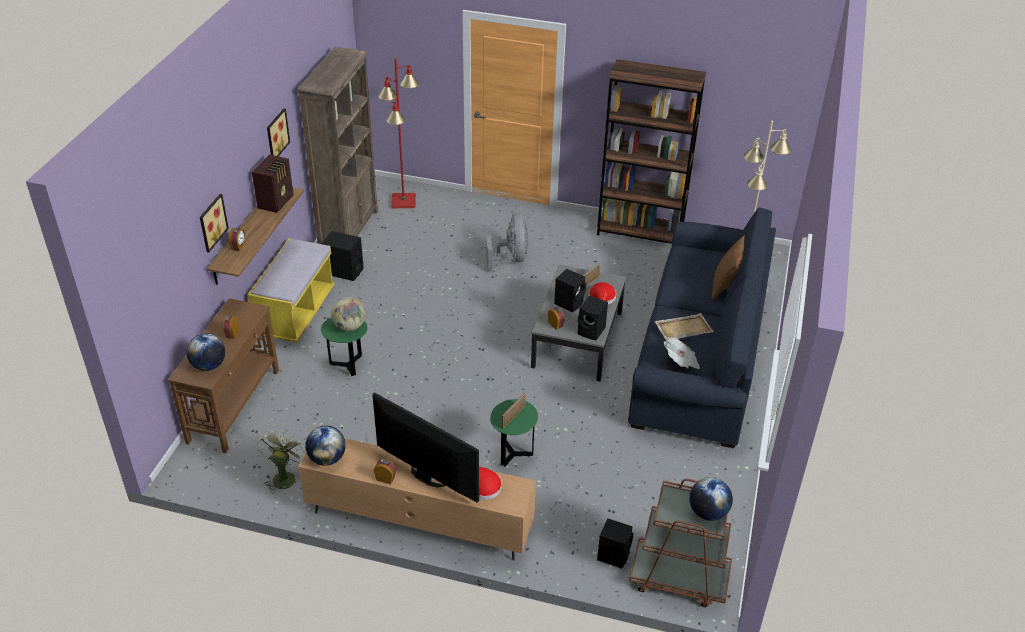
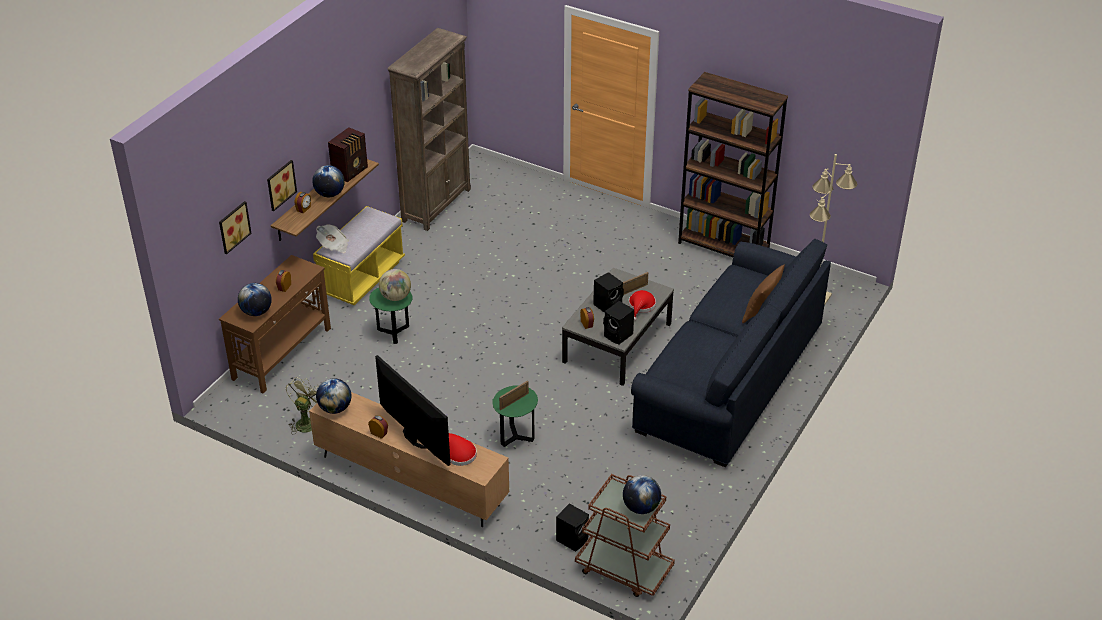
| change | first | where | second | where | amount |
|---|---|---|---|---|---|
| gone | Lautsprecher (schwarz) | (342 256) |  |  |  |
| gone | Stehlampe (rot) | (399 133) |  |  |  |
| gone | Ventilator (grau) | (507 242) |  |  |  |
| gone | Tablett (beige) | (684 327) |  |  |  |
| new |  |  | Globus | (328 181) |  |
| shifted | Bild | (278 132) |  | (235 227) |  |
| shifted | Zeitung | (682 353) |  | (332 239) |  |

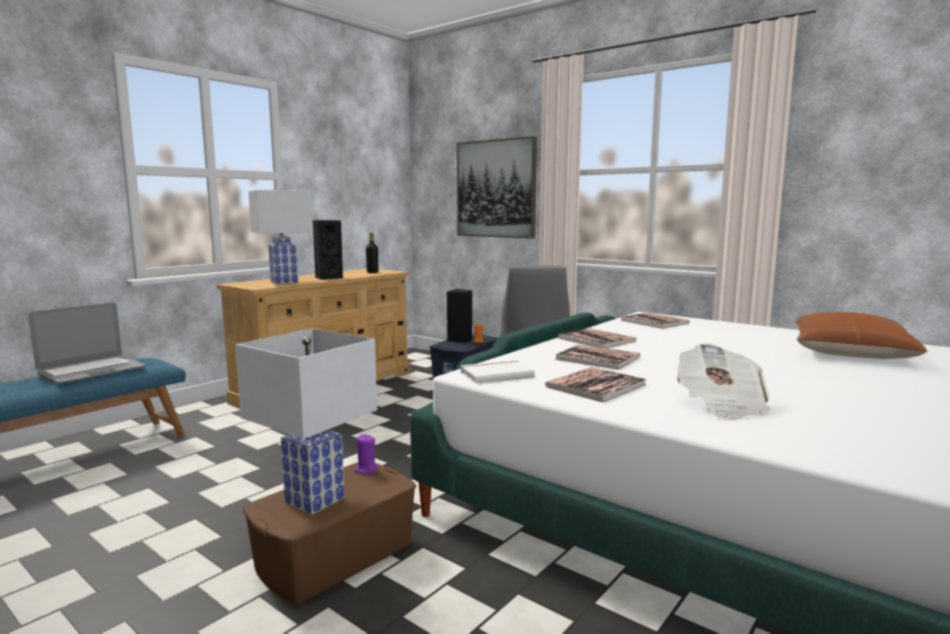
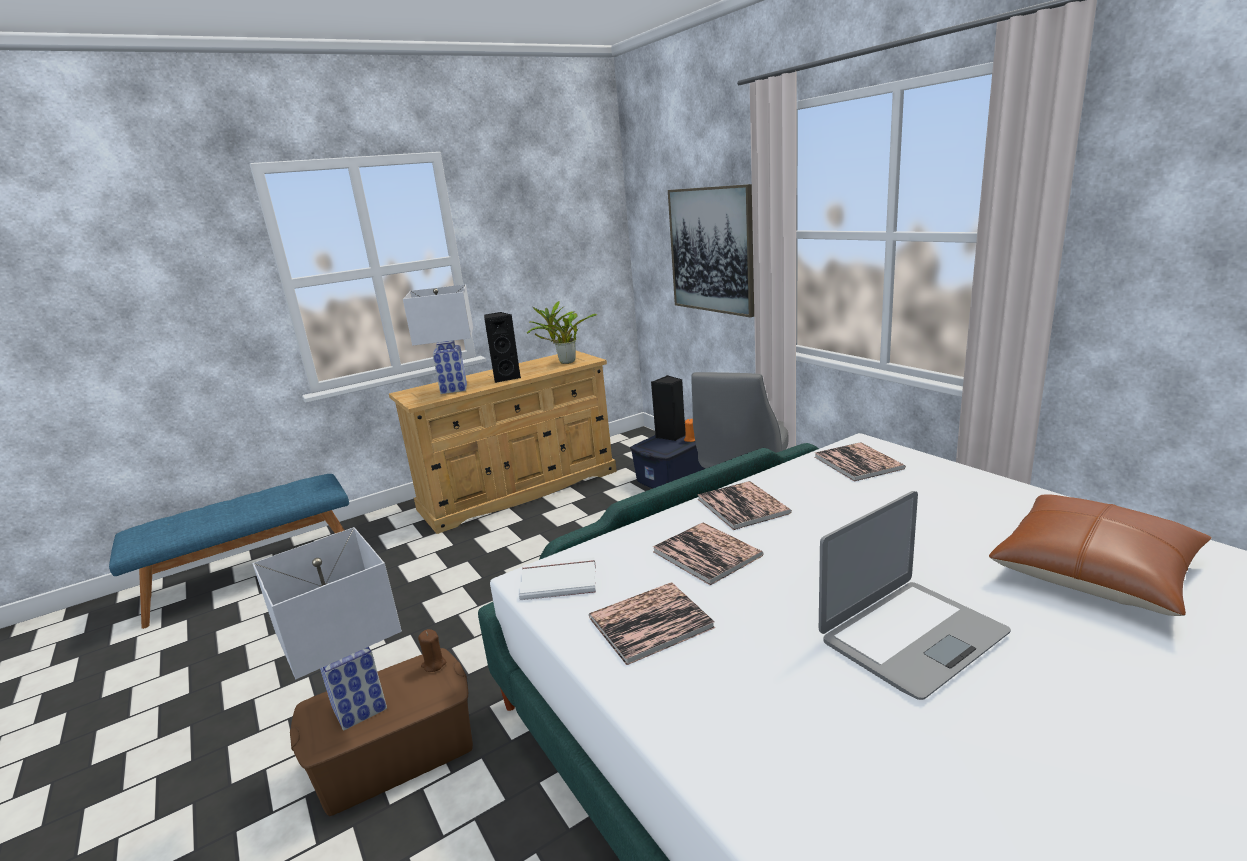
| change | first | where | second | where | amount |
|---|---|---|---|---|---|
| gone | Zeitung | (724 382) |  |  |  |
| shifted | Laptop | (87 343) |  | (915 595) |  |
| swapped | Flasche (schwarz) | (372 253) | Topfpflanze | (562 332) |  |
| repainted | Kerze (lila) | (366 454) | Kerze (braun) | (432 650) |  |

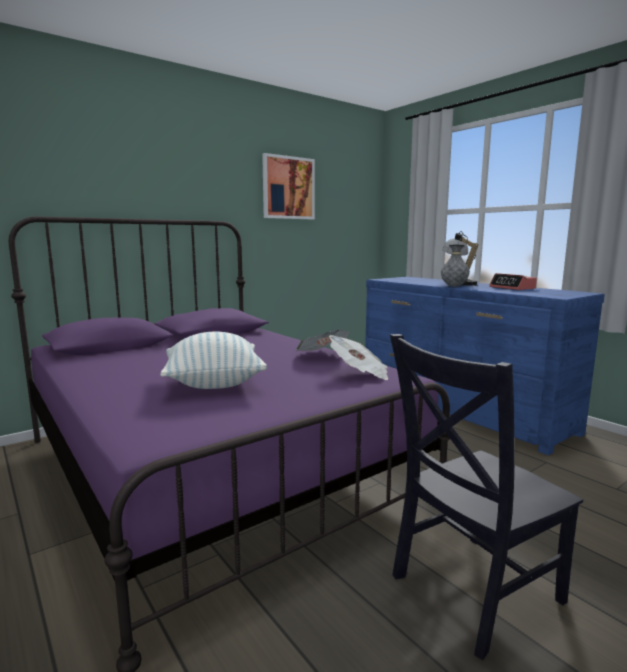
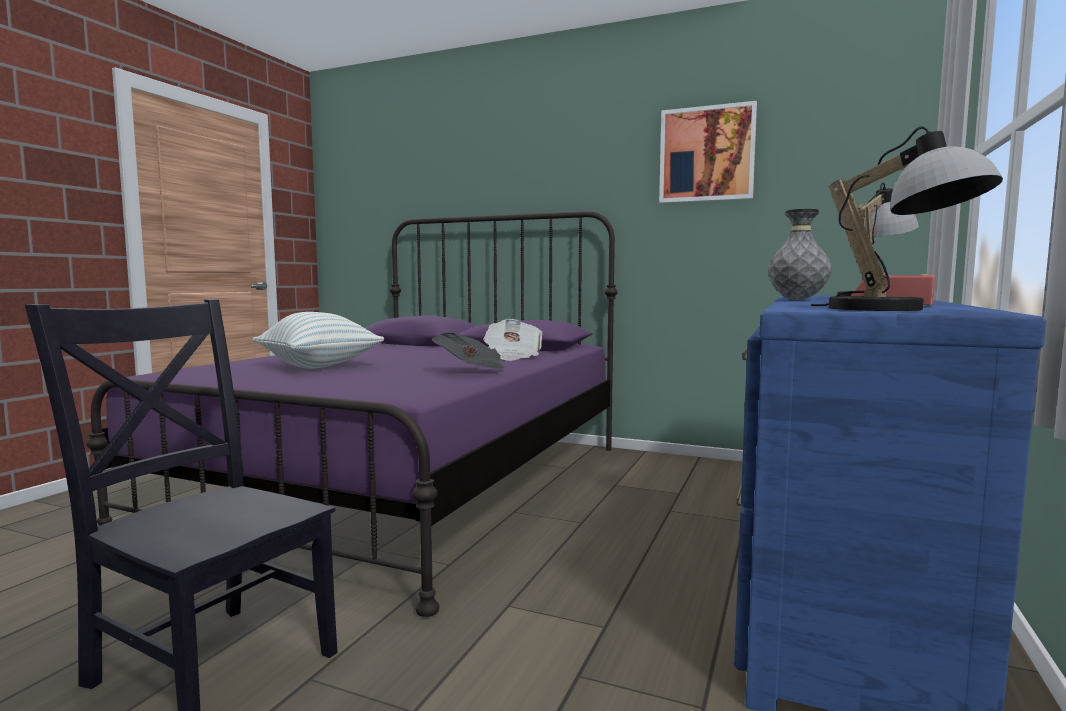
| change | first | where | second | where | amount |
|---|---|---|---|---|---|
| new |  |  | Tischlampe | (907 219) |  |
| shifted | Zeitung | (358 357) |  | (513 340) |  |

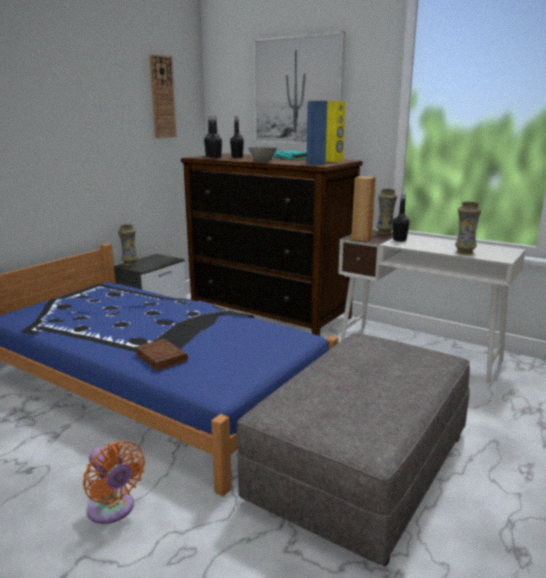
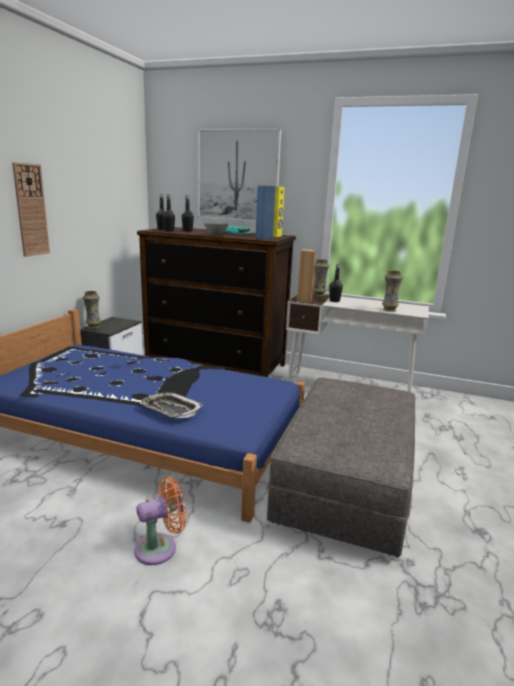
| change | first | where | second | where | amount |
|---|---|---|---|---|---|
| shifted | Wanduhr | (163 96) |  | (31 209) |  |
| swapped | Buch (braun) | (161 355) | Tablett | (171 405) |  |
| rotated | Ventilator (orange) | (114 482) |  | (160 520) | 60 degrees counterclockwise |

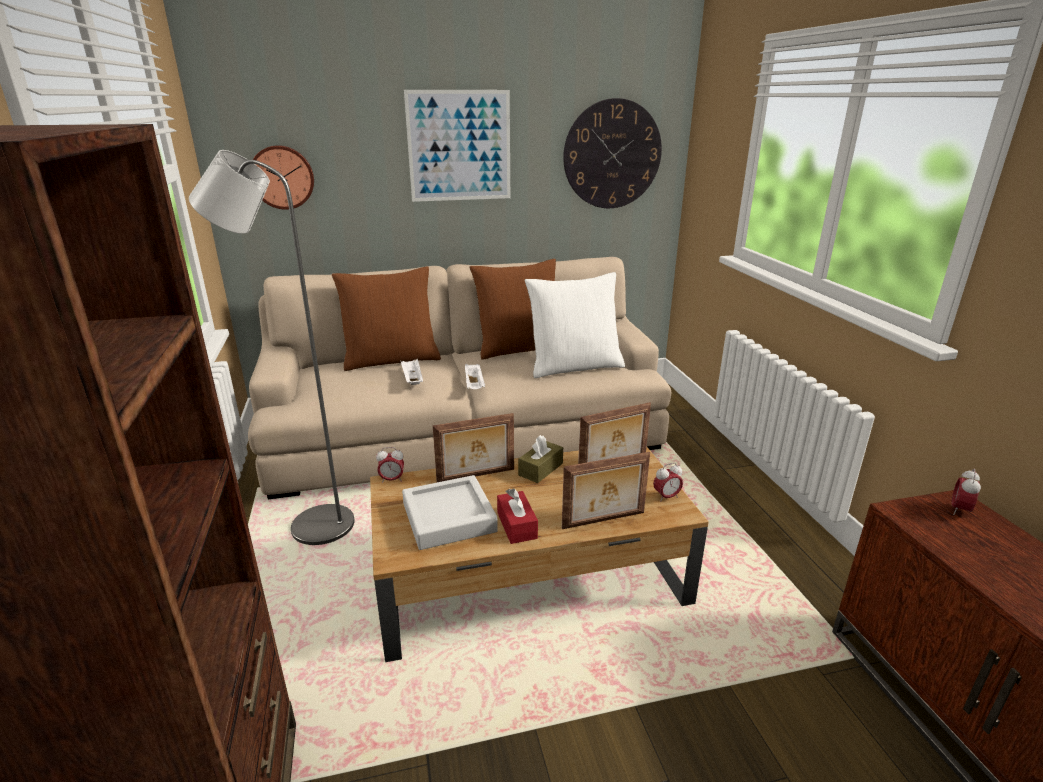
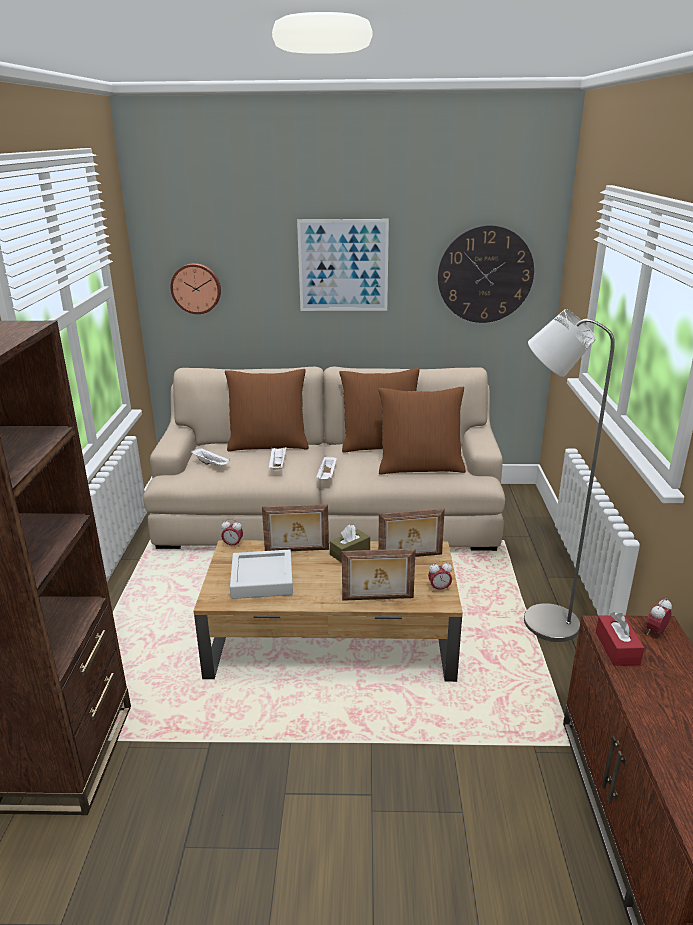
| change | first | where | second | where | amount |
|---|---|---|---|---|---|
| new |  |  | Tablett (weiß) | (210 456) |  |
| shifted | Stehlampe (grau) | (271 347) |  | (569 475) |  |
| shifted | Taschentuchbox (rot) | (517 516) |  | (620 639) |  |
| repainted | Kissen (weiß) | (575 325) | Kissen (braun) | (422 431) |  |

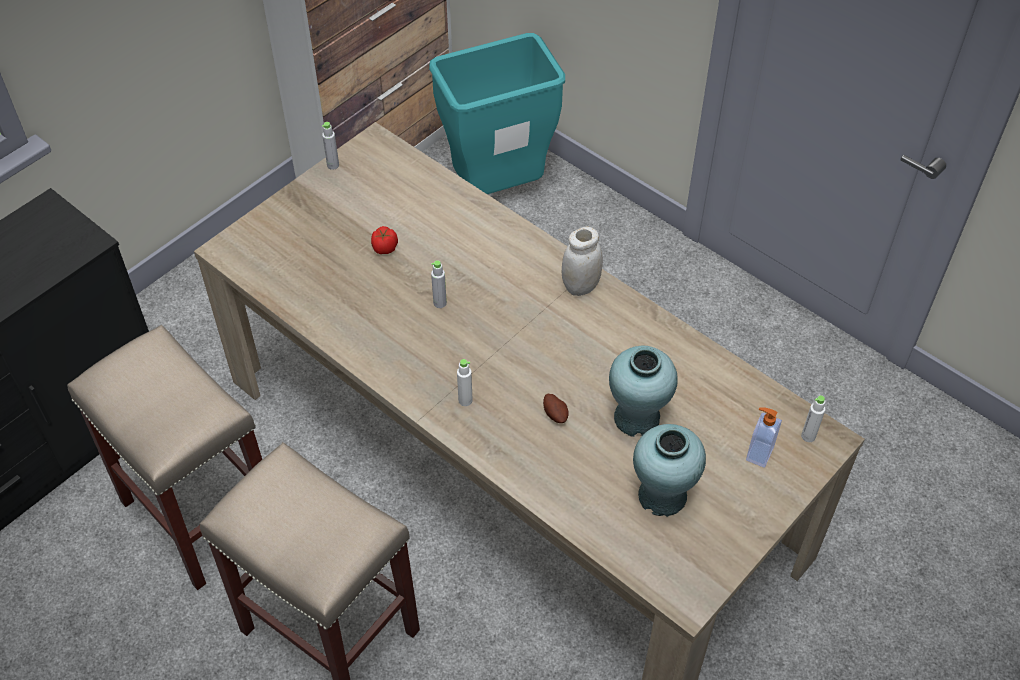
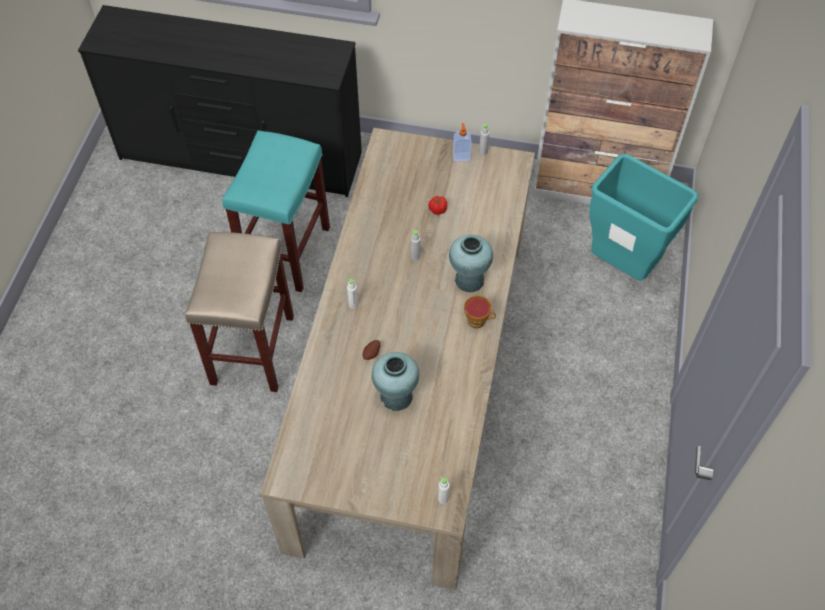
| change | first | where | second | where | amount |
|---|---|---|---|---|---|
| shifted | Vase (türkis) | (669 470) |  | (471 263) |  |
| shifted | Seifenspender | (764 437) |  | (462 142) |  |
| swapped | Vorratsglas (weiß) | (582 261) | Tasse | (480 311) |  |
| repainted | Hocker (beige) | (164 457) | Hocker (türkis) | (276 211) |  |

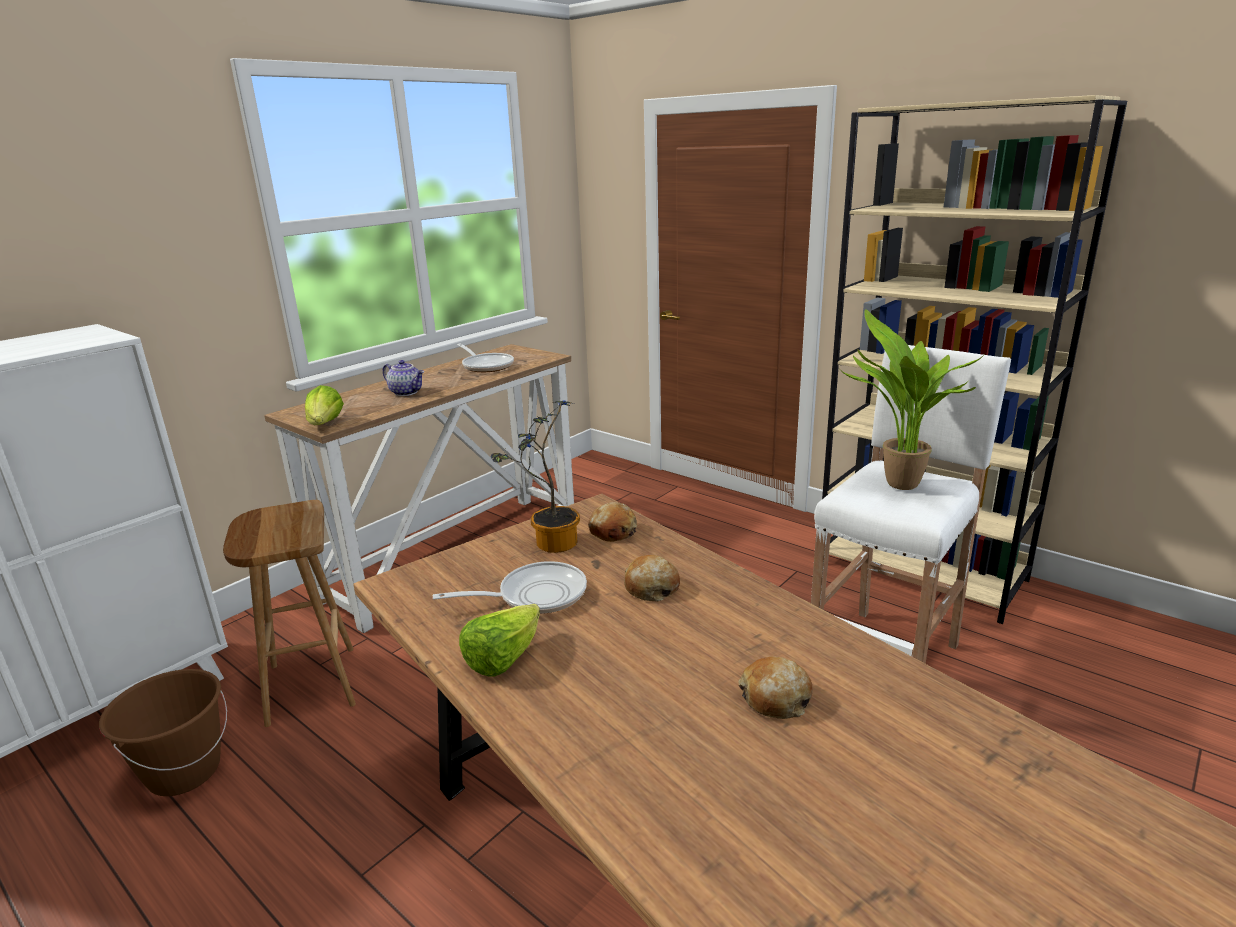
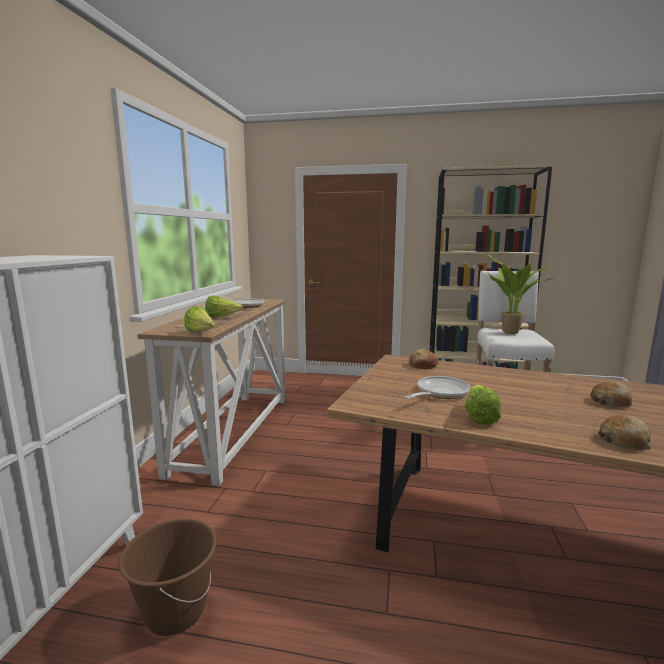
| change | first | where | second | where | amount |
|---|---|---|---|---|---|
| gone | Hocker (braun) | (289 613) |  |  |  |
| gone | Topfpflanze | (535 476) |  |  |  |
| shifted | Brot | (652 578) |  | (625 432) |  |
| swapped | Teekanne | (403 378) | Salatkopf | (224 307) |  |

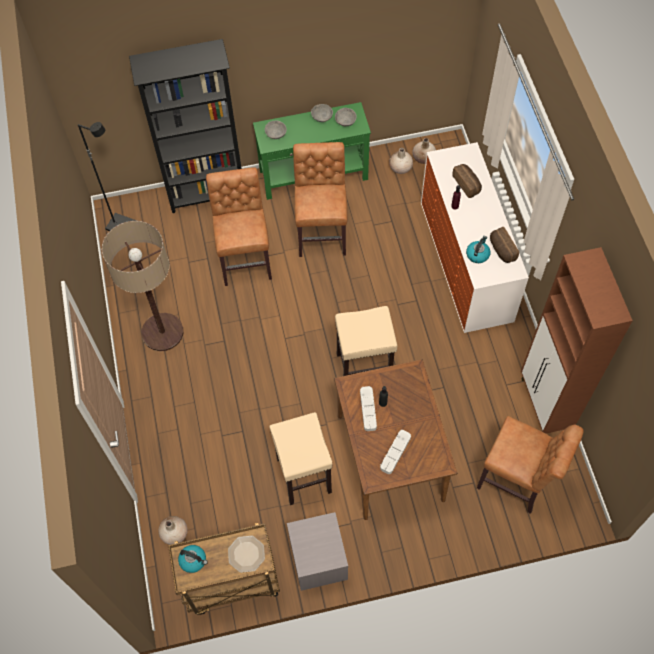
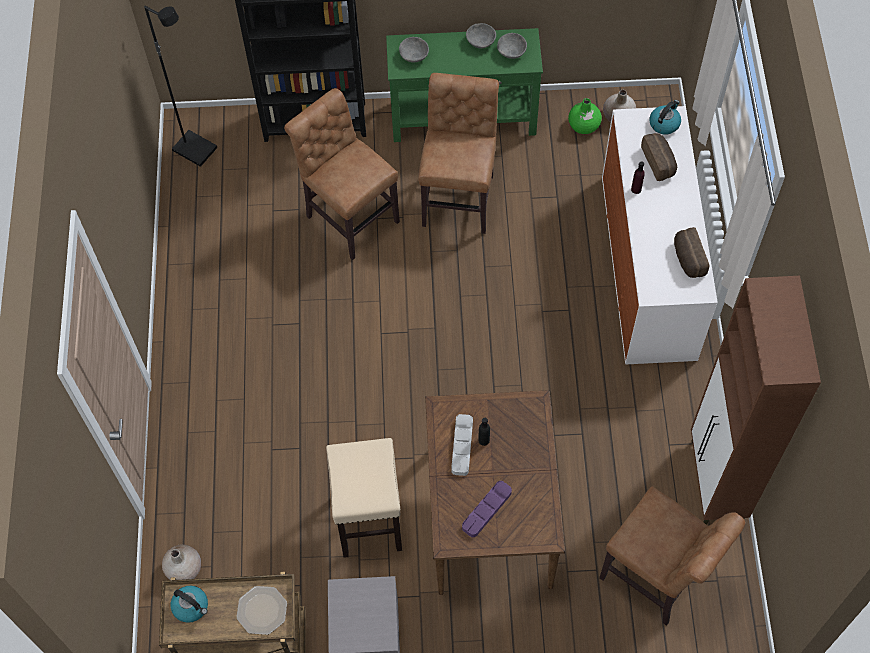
| change | first | where | second | where | amount |
|---|---|---|---|---|---|
| gone | Stehlampe | (142 286) |  |  |  |
| gone | Hocker (beige) | (366 341) |  |  |  |
| shifted | Wasserkessel | (478 249) |  | (665 117) |  |
| repainted | Tablett (grau) | (395 452) | Tablett (lila) | (487 509) |  |
| repainted | Vase (beige) | (401 161) | Vase (grün) | (585 116) |  |
| rotated | Stuhl (braun) | (239 226) |  | (342 174) | 45 degrees counterclockwise |

